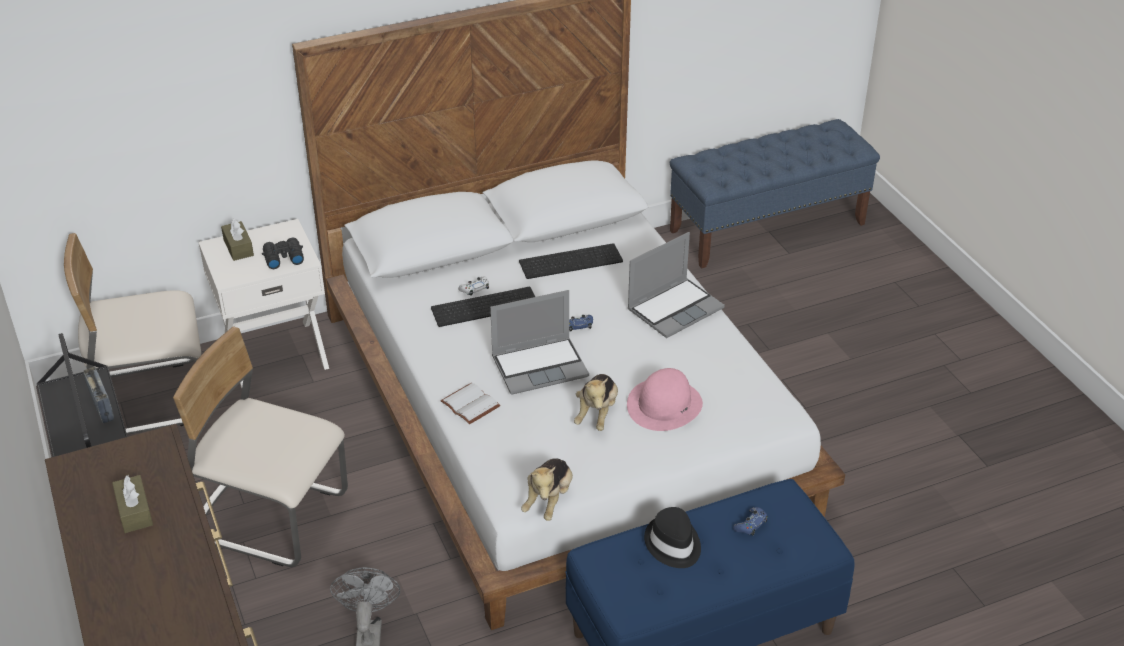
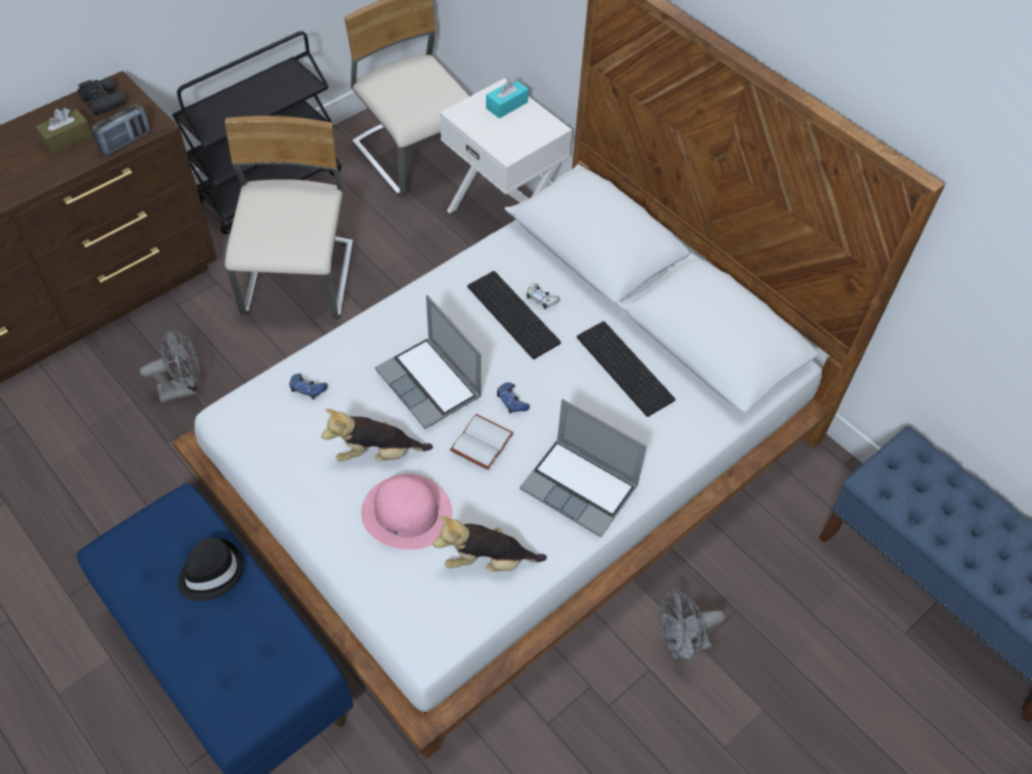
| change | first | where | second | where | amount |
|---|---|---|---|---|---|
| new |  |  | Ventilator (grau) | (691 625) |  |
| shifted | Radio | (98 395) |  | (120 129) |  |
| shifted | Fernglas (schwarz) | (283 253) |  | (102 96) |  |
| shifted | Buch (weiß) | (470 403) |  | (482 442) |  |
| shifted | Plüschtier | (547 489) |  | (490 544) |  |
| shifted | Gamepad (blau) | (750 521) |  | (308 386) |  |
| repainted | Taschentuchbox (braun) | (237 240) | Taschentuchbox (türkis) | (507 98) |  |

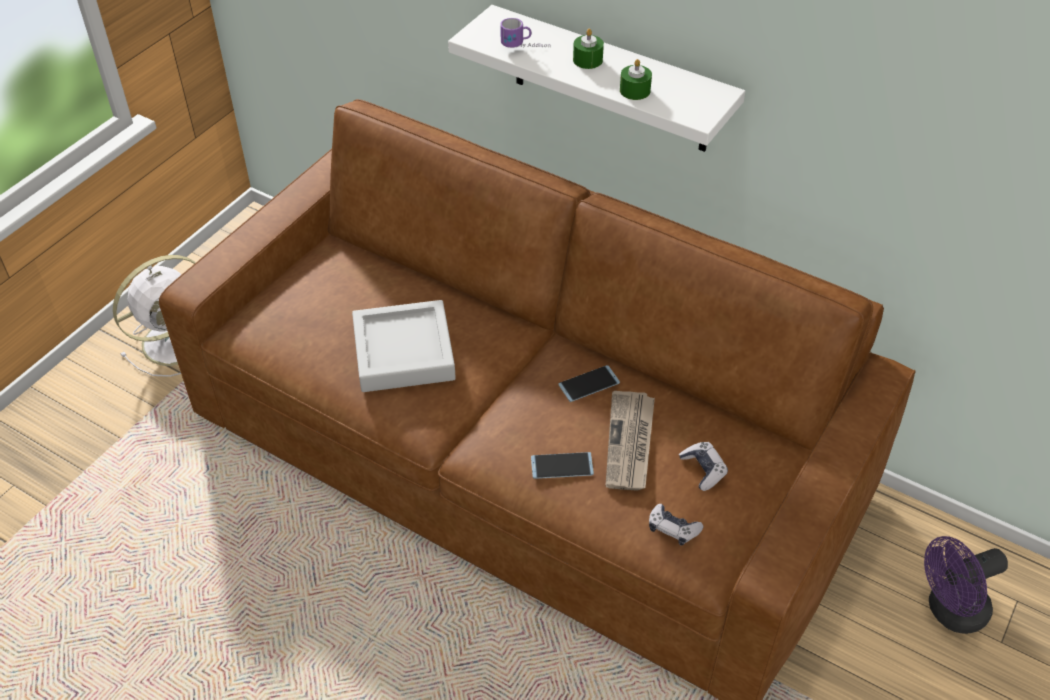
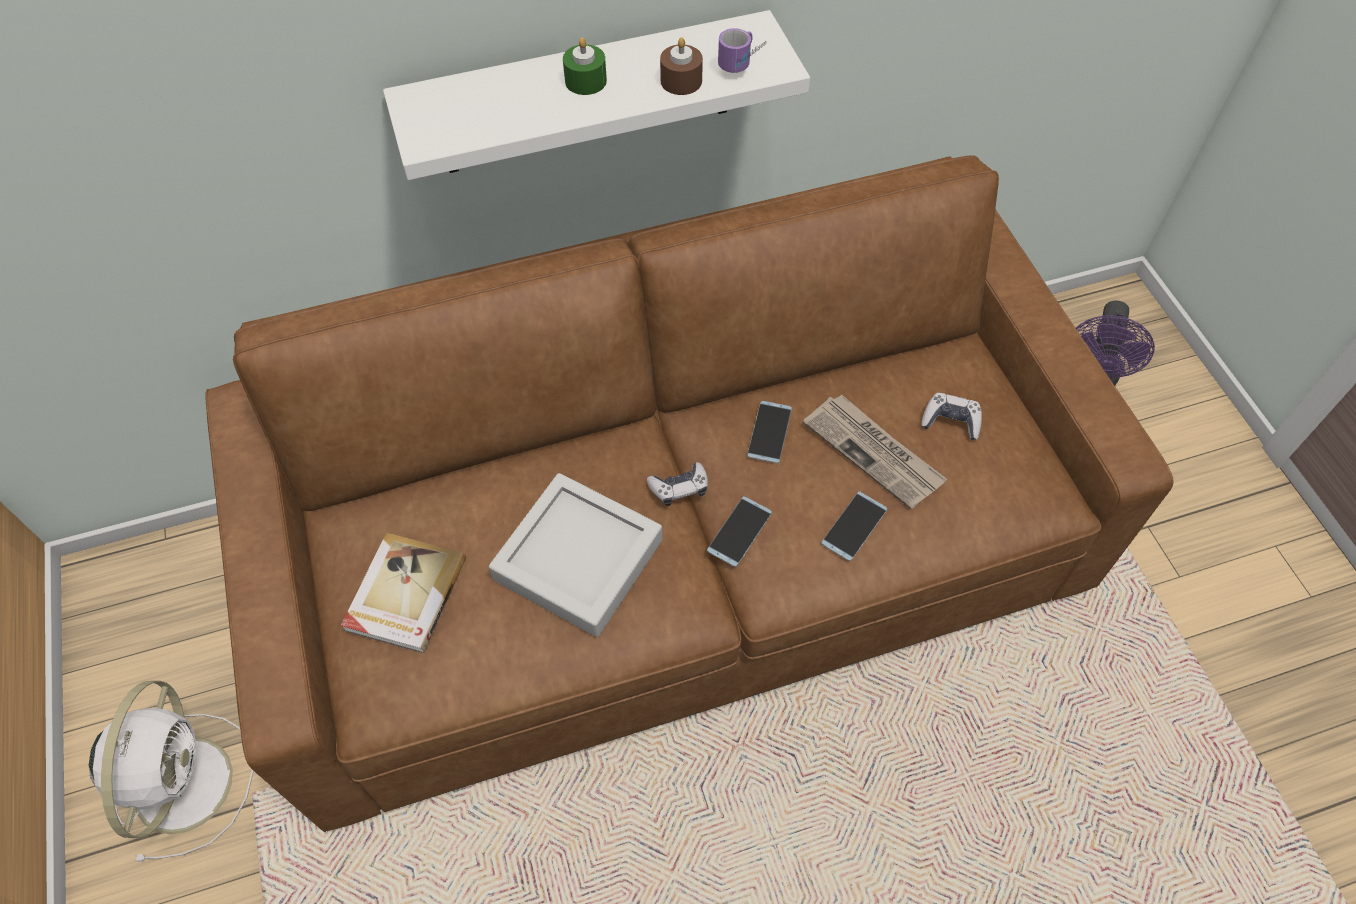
| change | first | where | second | where | amount |
|---|---|---|---|---|---|
| new |  |  | Buch | (403 593) |  |
| new |  |  | Handy | (739 531) |  |
| shifted | Henkelbecher | (525 33) |  | (742 50) |  |
| shifted | Gamepad | (676 525) |  | (677 484) |  |
| repainted | Kerze (grün) | (636 79) | Kerze (braun) | (681 66) |  |

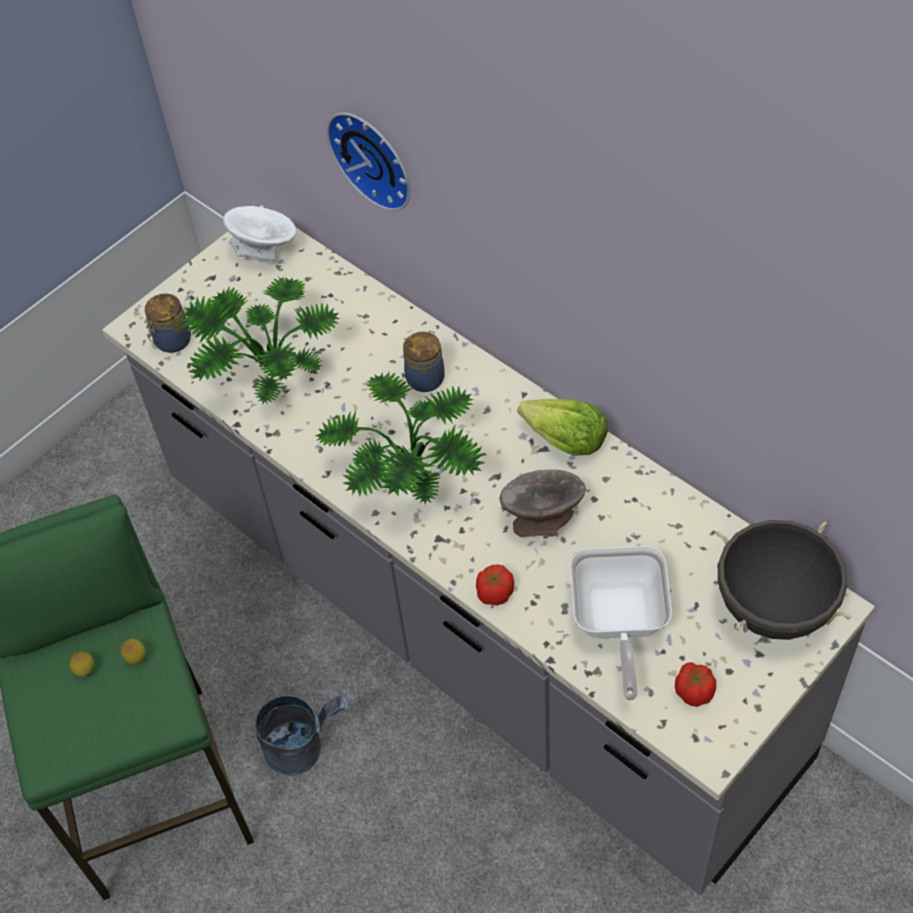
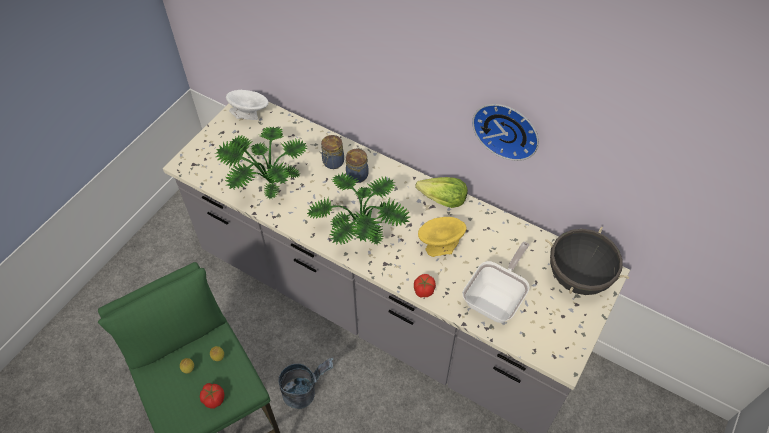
| change | first | where | second | where | amount |
|---|---|---|---|---|---|
| shifted | Vorratsglas | (167 323) |  | (332 152) |  |
| shifted | Wanduhr | (368 161) |  | (505 132) |  |
| shifted | Tomate | (695 684) |  | (212 396) |  |
| repainted | Schüssel (grau) | (542 503) | Schüssel (gelb) | (442 237) |  |
| rotated | Pfanne | (621 623) |  | (496 282) | 135 degrees counterclockwise |

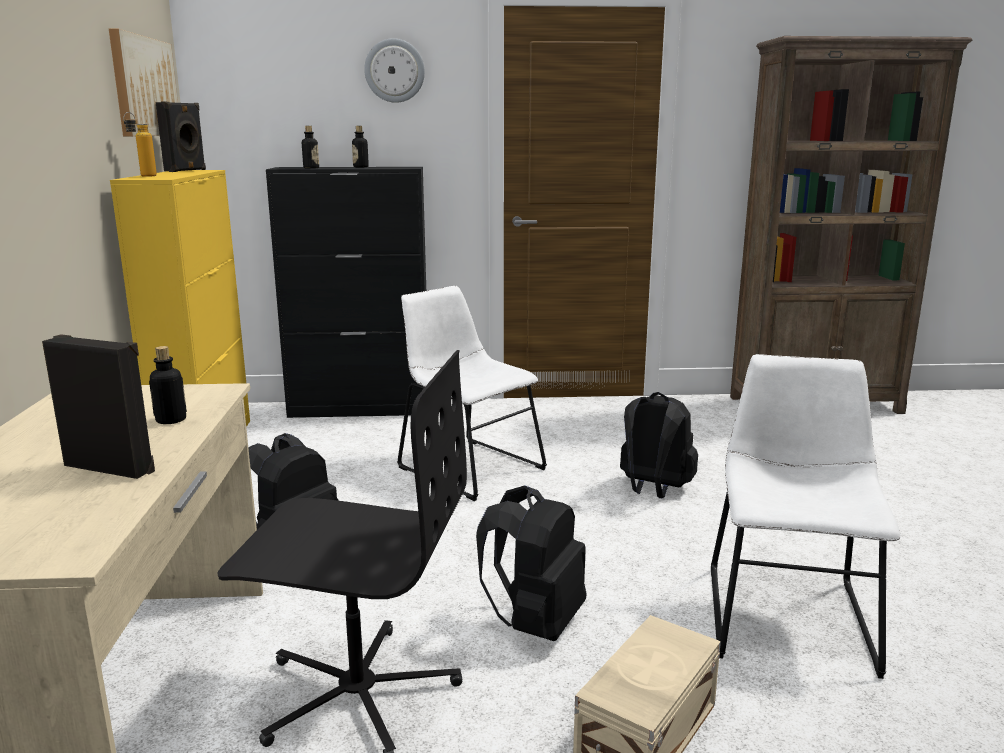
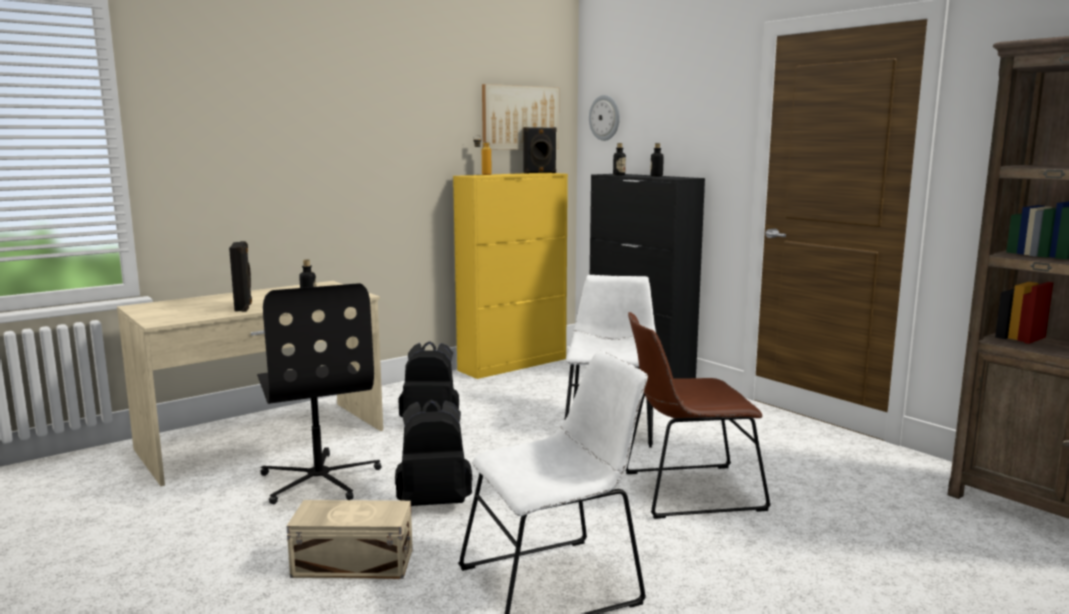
| change | first | where | second | where | amount |
|---|---|---|---|---|---|
| shifted | Wanduhr | (394 70) |  | (604 118) |  |
| swapped | Rucksack (schwarz) | (659 445) | Stuhl (braun) | (698 415) |  |

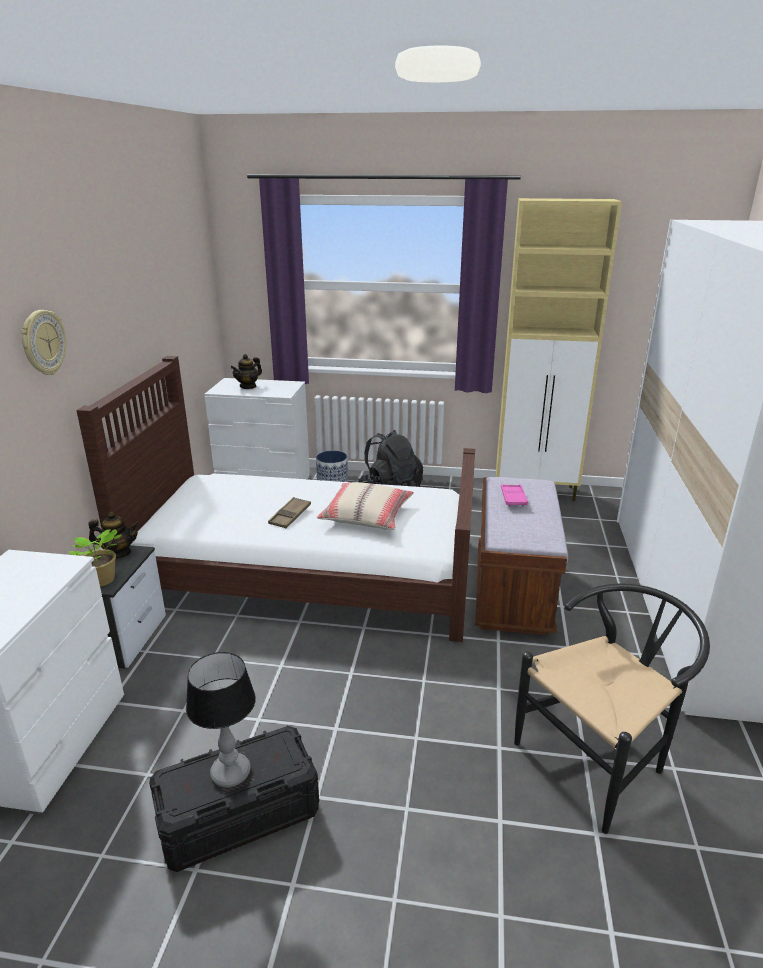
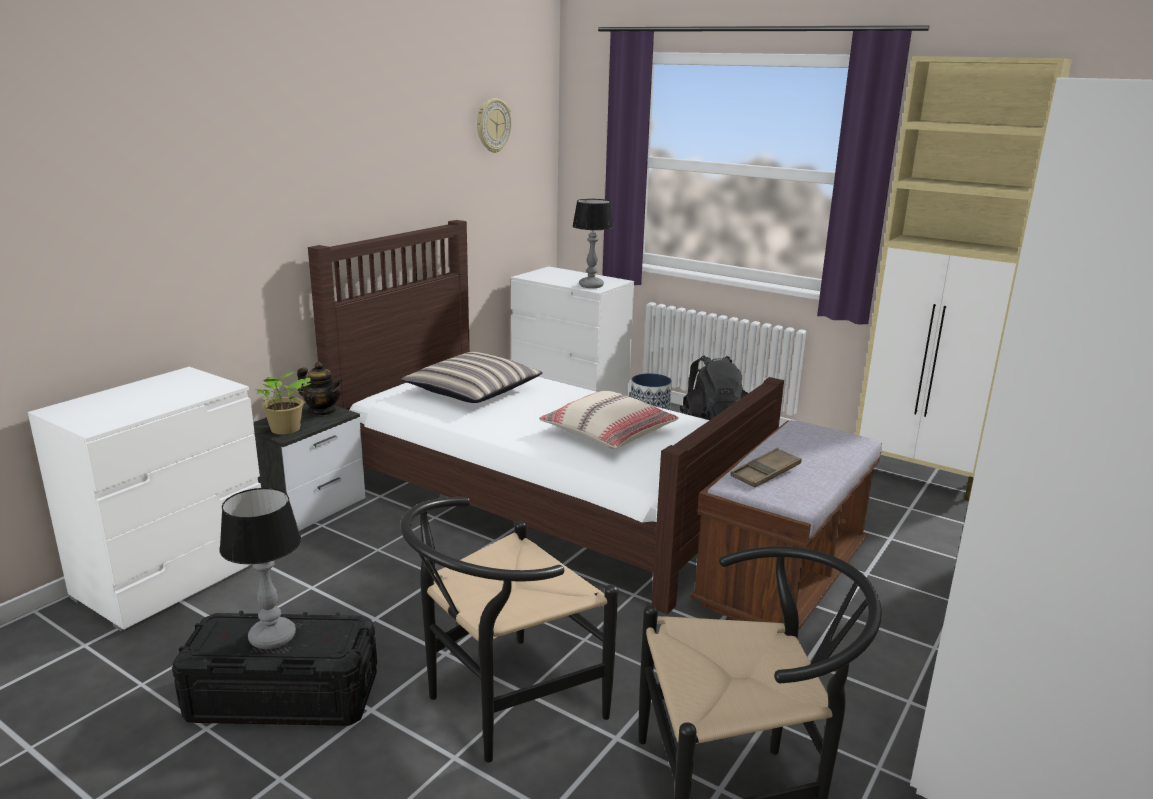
| change | first | where | second | where | amount |
|---|---|---|---|---|---|
| gone | Teekanne | (246 371) |  |  |  |
| gone | Tablett (rosa) | (514 495) |  |  |  |
| new |  |  | Stuhl (schwarz) | (509 629) |  |
| new |  |  | Kissen | (471 377) |  |
| new |  |  | Tischlampe | (593 243) |  |
| shifted | Wanduhr | (43 342) |  | (494 125) |  |
| shifted | Tablett (braun) | (289 512) |  | (766 468) |  |

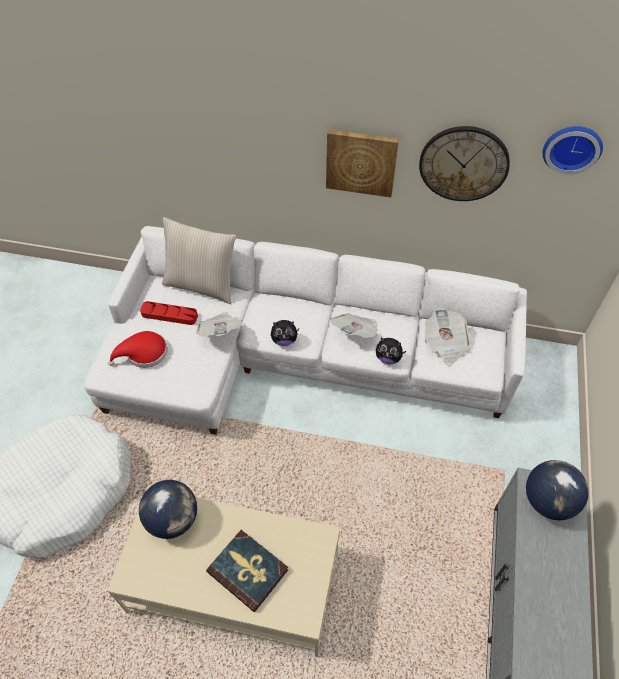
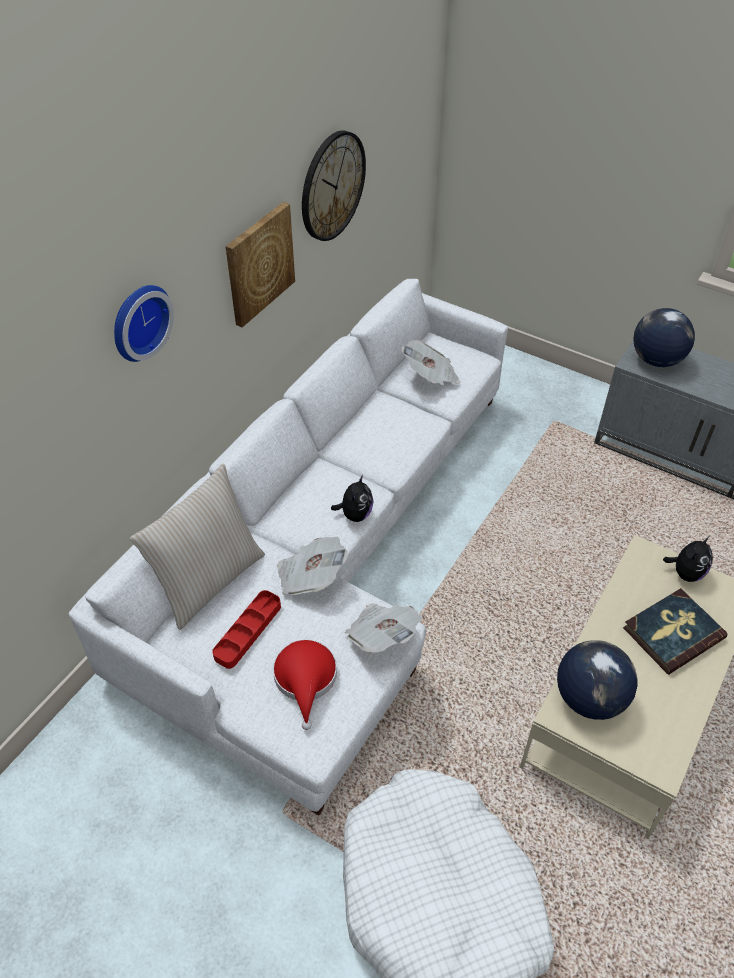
| change | first | where | second | where | amount |
|---|---|---|---|---|---|
| shifted | Zeitung | (354 325) |  | (383 627) |  |
| shifted | Plüschtier | (391 351) |  | (688 559) |  |
| shifted | Wanduhr | (572 150) |  | (144 323) |  |

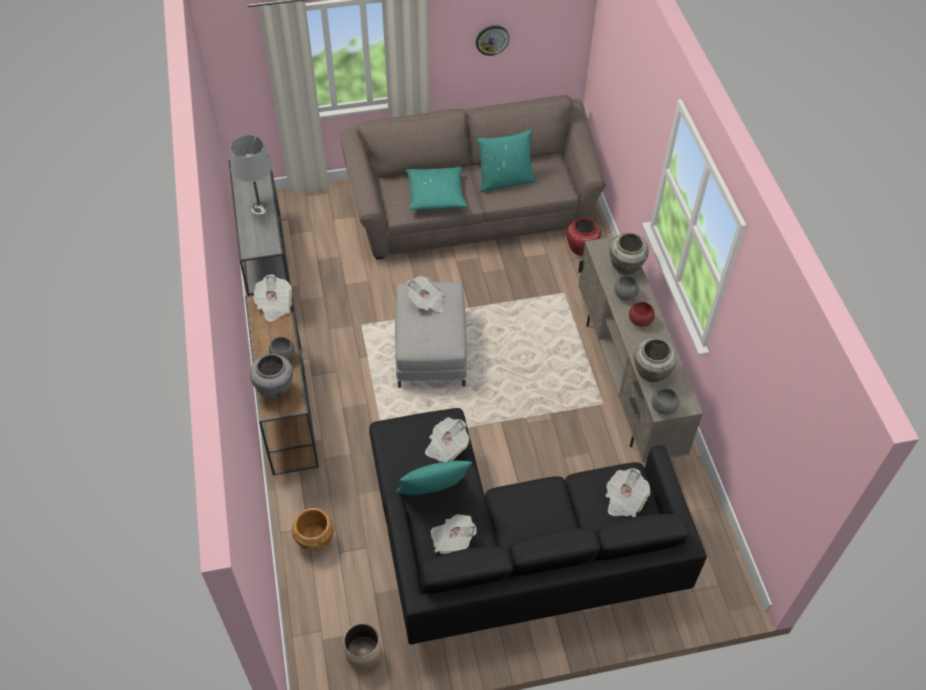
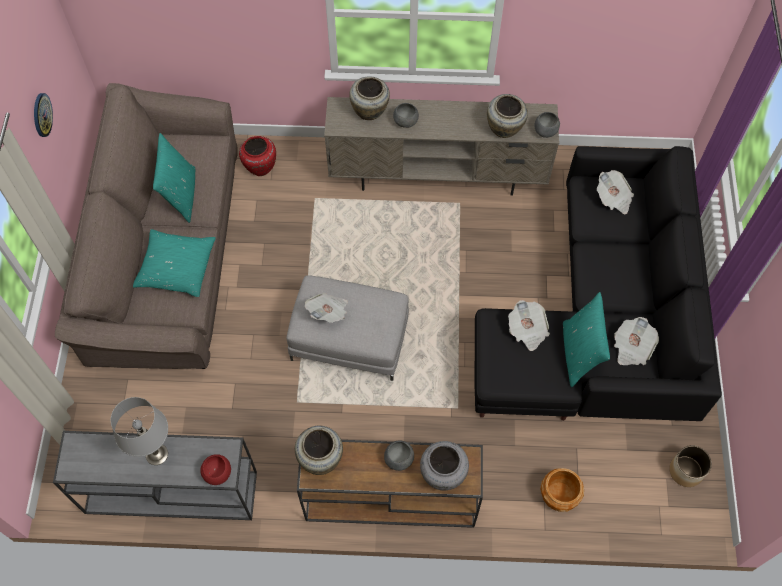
| change | first | where | second | where | amount |
|---|---|---|---|---|---|
| shifted | Schüssel (rot) | (642 314) |  | (215 469) |  |
| swapped | Zeitung | (272 298) | Vase (beige) | (319 450) |  |

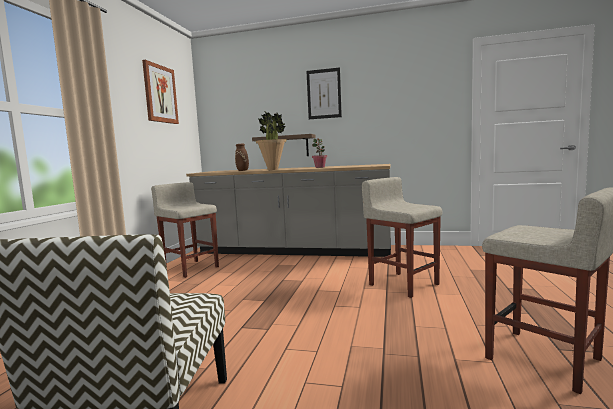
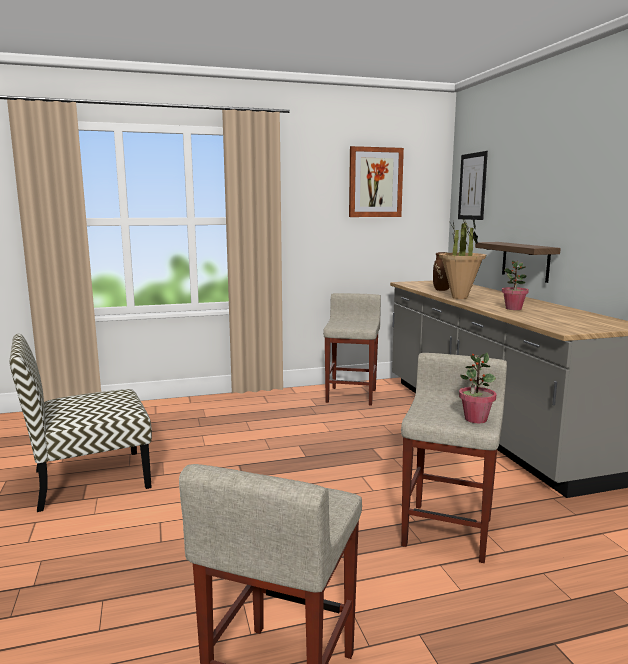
| change | first | where | second | where | amount |
|---|---|---|---|---|---|
| new |  |  | Topfpflanze | (477 388) |  |
| shifted | Bild | (324 93) |  | (473 185) |  |

